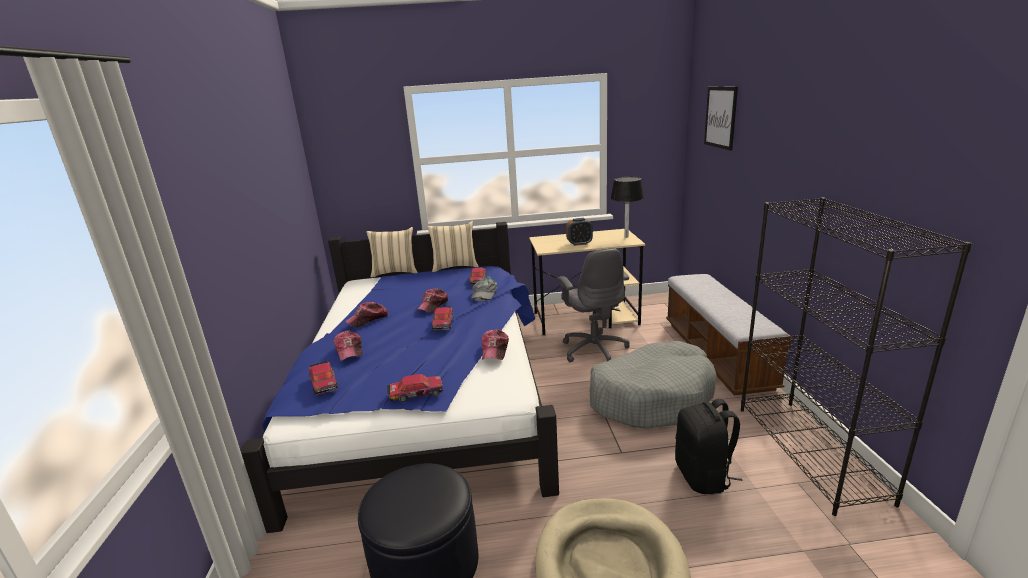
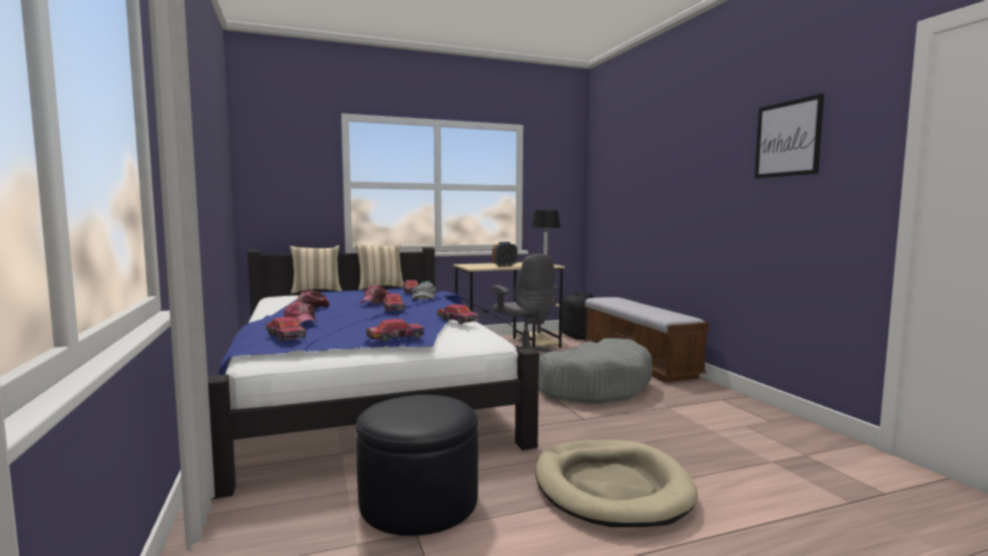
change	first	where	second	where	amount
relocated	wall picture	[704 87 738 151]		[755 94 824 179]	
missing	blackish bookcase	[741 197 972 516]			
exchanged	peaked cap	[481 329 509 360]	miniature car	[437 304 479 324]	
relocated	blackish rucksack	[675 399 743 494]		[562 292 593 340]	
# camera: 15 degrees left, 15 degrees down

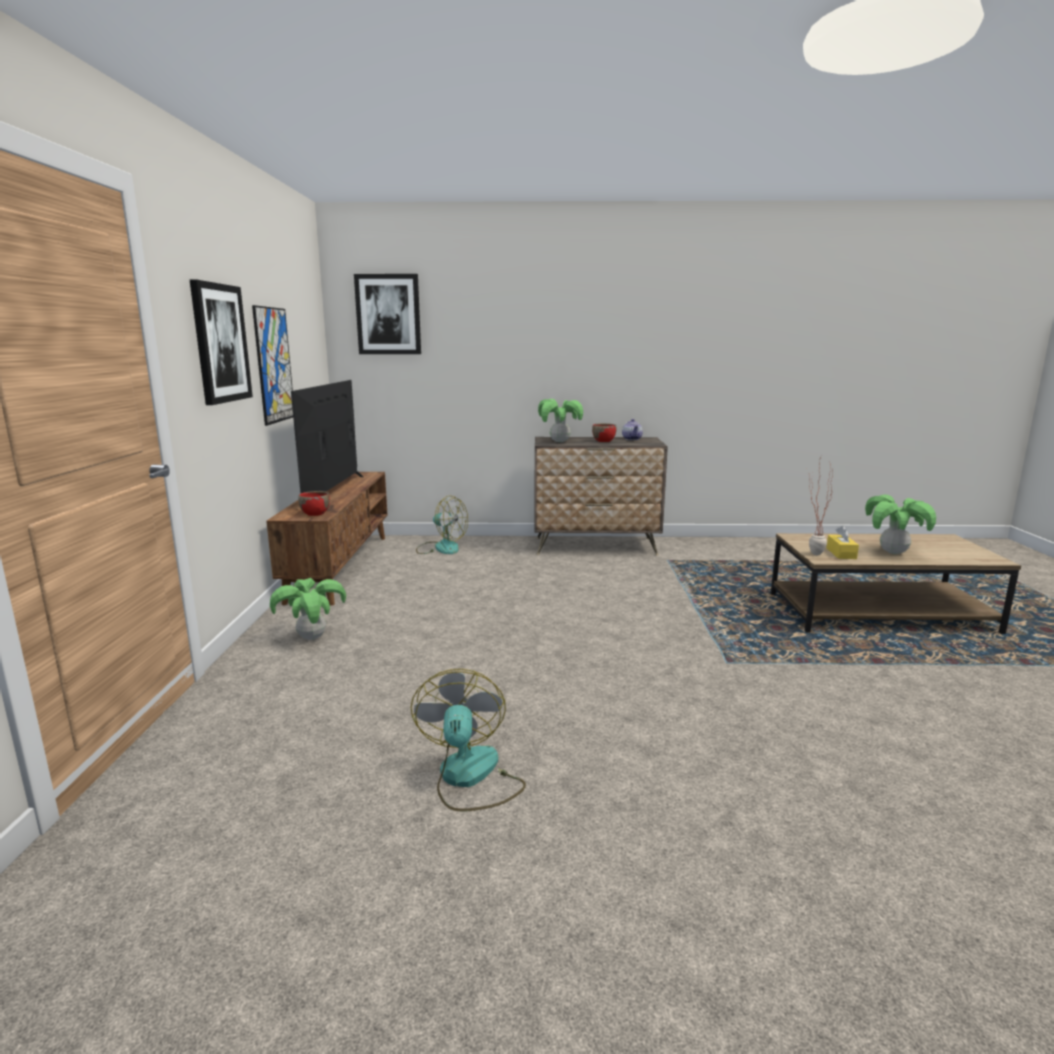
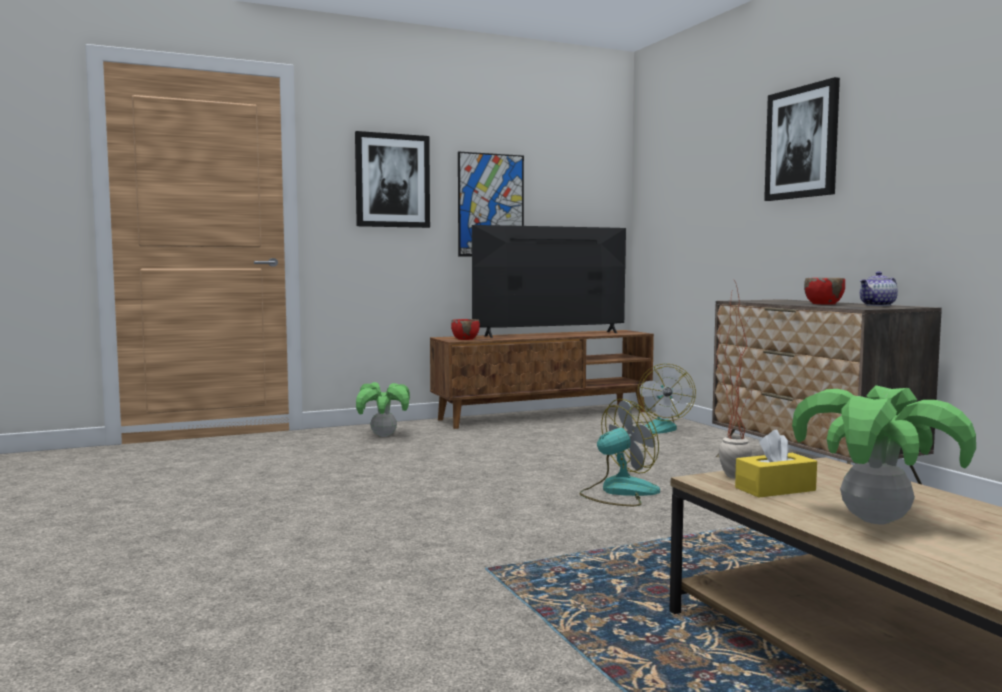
change	first	where	second	where	amount
relocated	wall picture	[354 274 421 354]		[764 77 840 201]	
missing	potted plant	[538 399 583 442]			
relocated	fan	[411 669 526 811]		[579 399 660 506]	
# camera: 65 degrees right, 10 degrees down

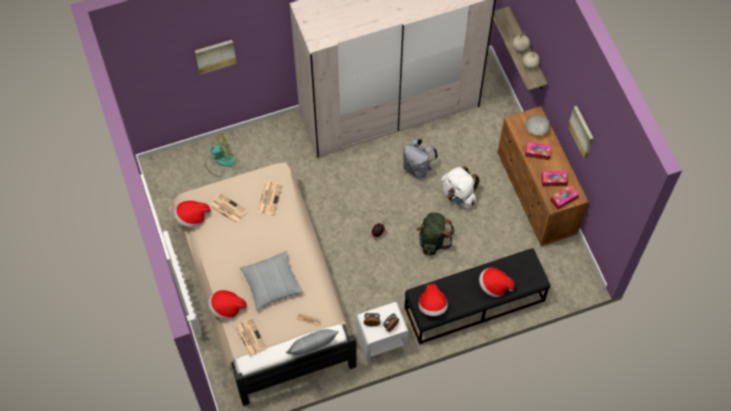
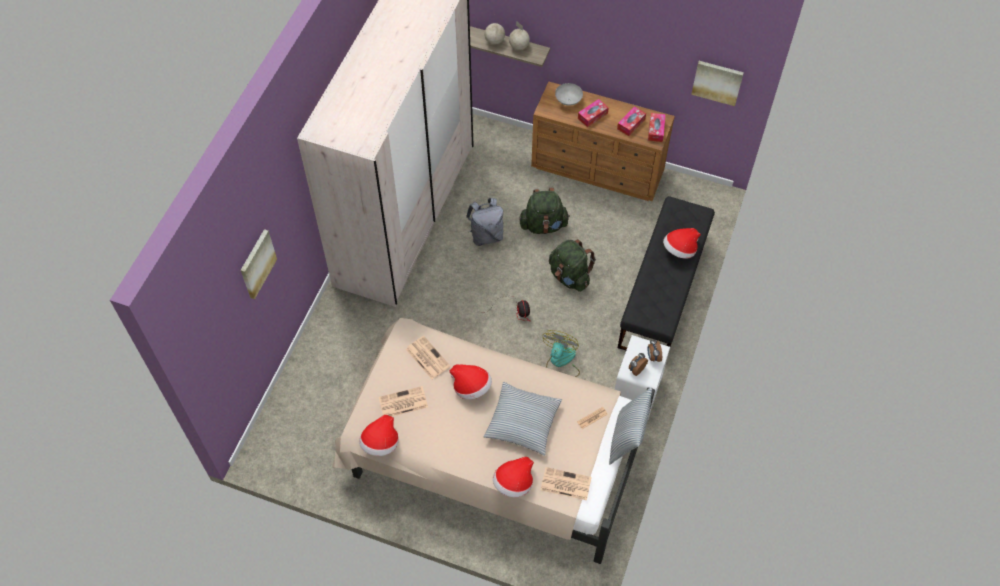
change	first	where	second	where	amount
relocated	wall picture	[568 106 593 159]		[691 61 744 106]	
relocated	fan	[205 133 236 177]		[542 330 580 377]	
colour	white-coloured rucksack	[440 166 480 209]	green-coloured rucksack	[519 188 570 234]	
relocated	hat	[419 284 448 316]		[449 364 492 399]	
# camera: 50 degrees left, 5 degrees down

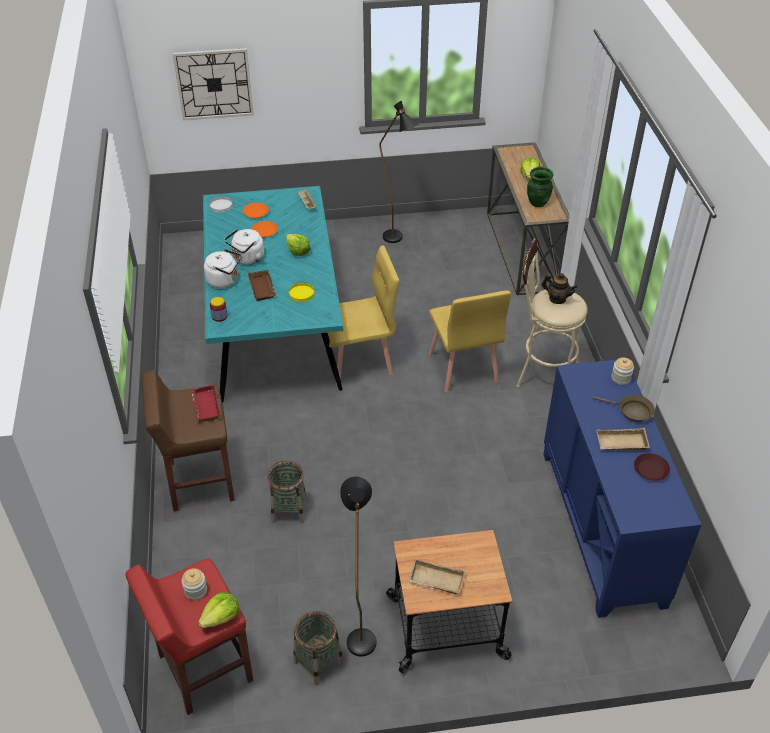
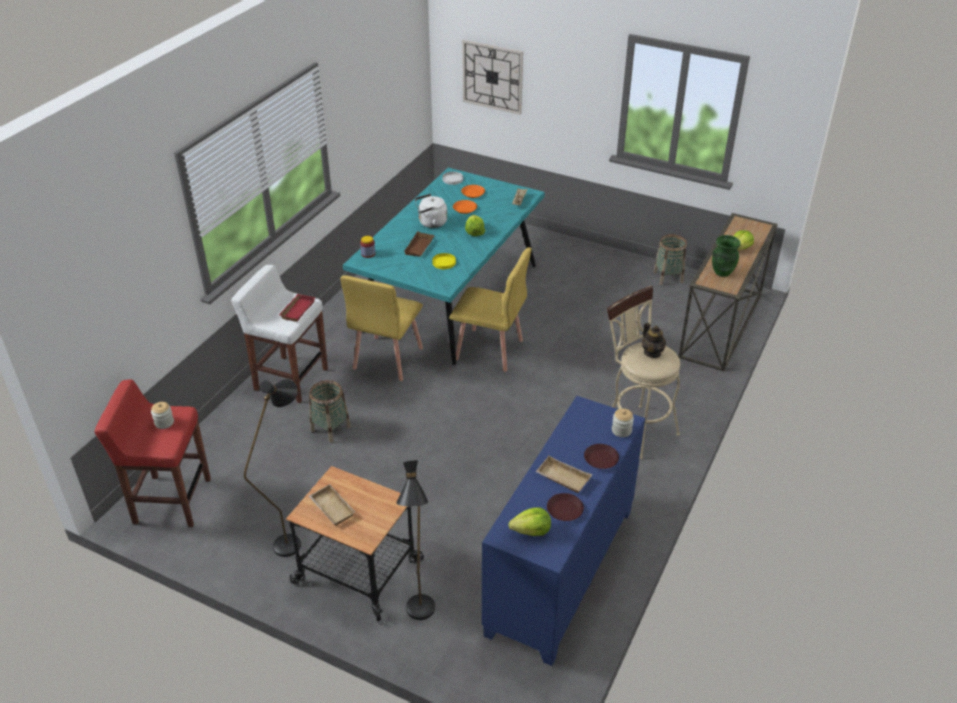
change	first	where	second	where	amount
relocated	blackish standing lamp	[379 101 419 243]		[396 460 435 620]	
missing	white-coloured tea kettle	[204 249 241 288]			
relocated	yellowish upright chair	[429 291 511 392]		[341 275 423 381]	
colour	brown-coloured sitting stool	[142 370 235 511]	white-coloured sitting stool	[231 265 328 403]	
exchanged	brown-coloured skillet	[593 395 655 422]	brown-coloured dinner plate	[584 444 619 469]	
relocated	head of lettuce	[198 592 239 628]		[508 507 551 536]	
relocated	storage basket	[293 611 344 686]		[653 234 687 285]	
# camera: 35 degrees right, 5 degrees down

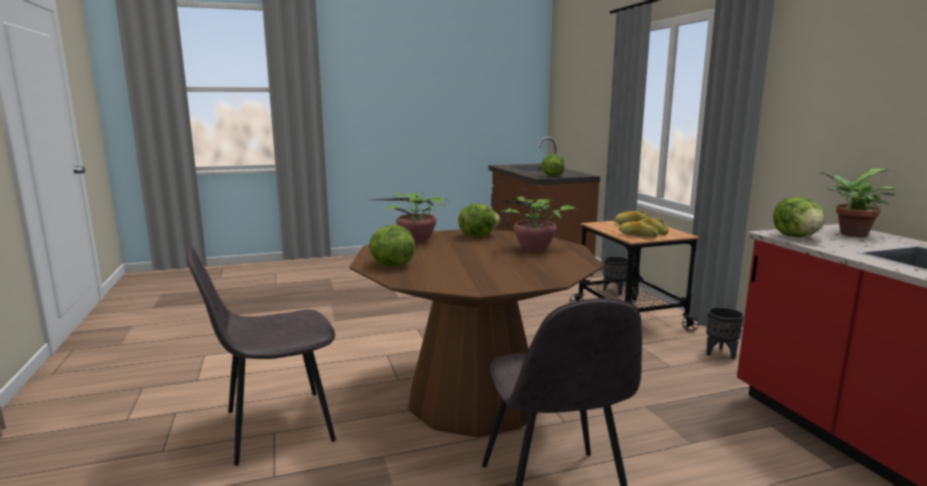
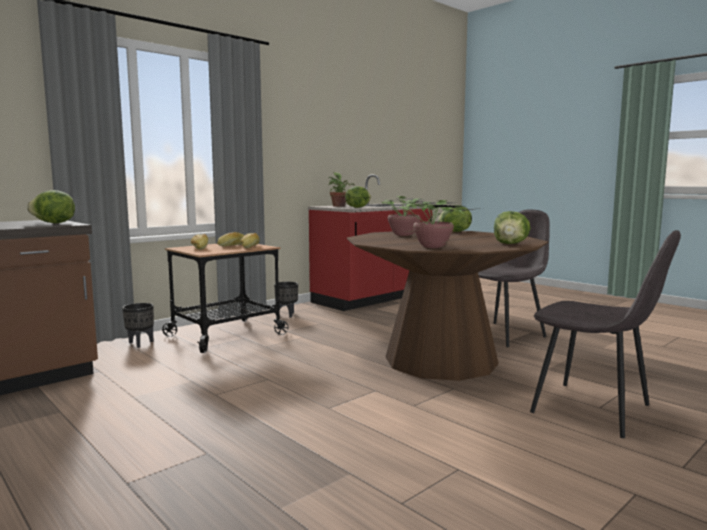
change	first	where	second	where	amount
relocated	head of lettuce	[458 204 500 237]		[439 205 472 232]	
# camera: 115 degrees left, 5 degrees down

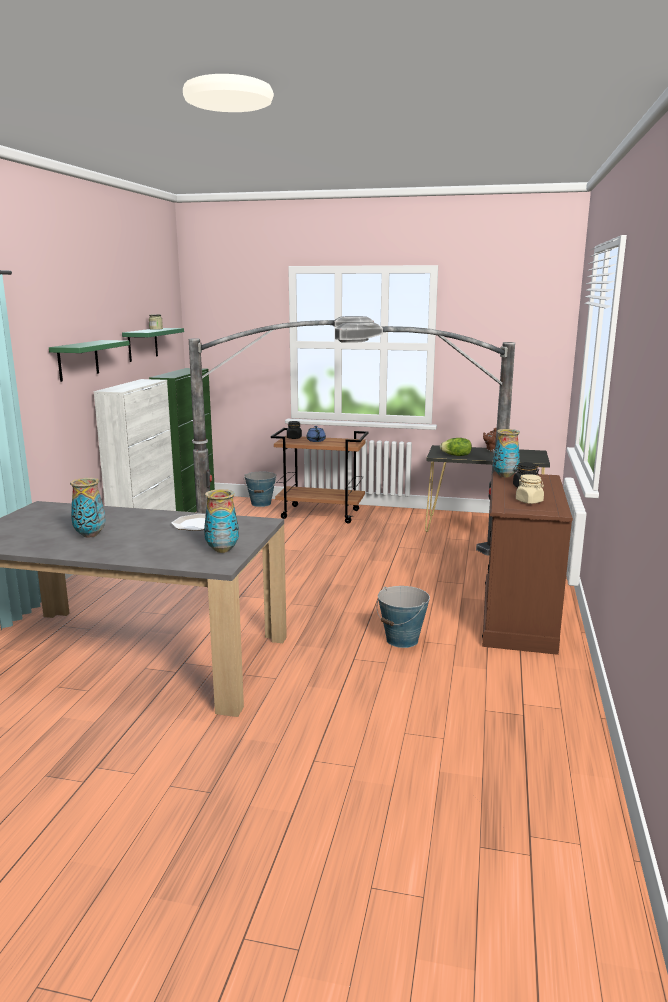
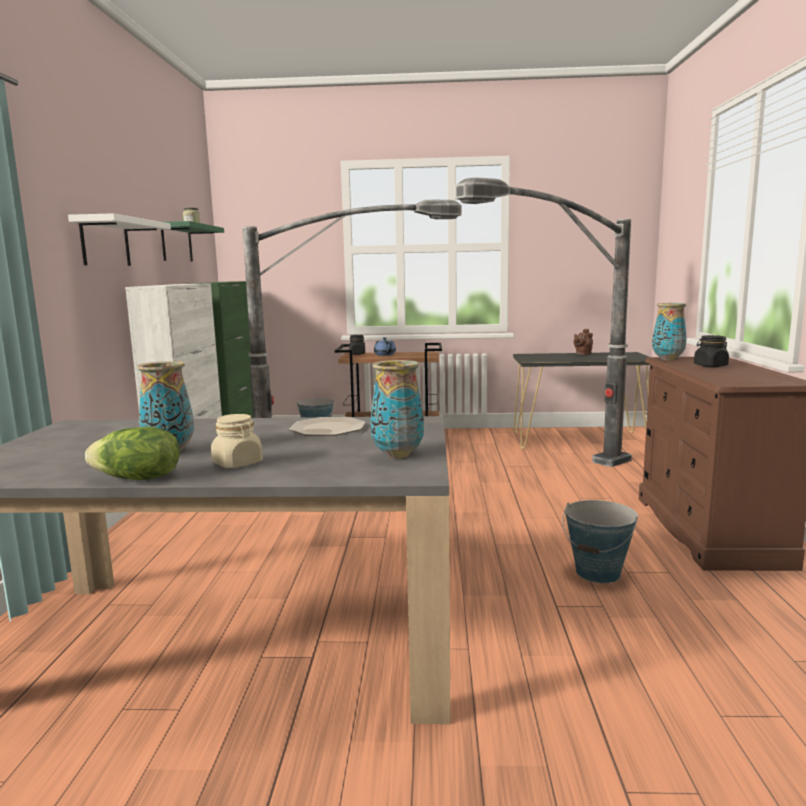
change	first	where	second	where	amount
colour	green-coloured bracket shelf	[49 340 130 382]	white-coloured bracket shelf	[68 213 171 266]	
relocated	head of lettuce	[440 438 472 456]		[85 427 180 480]	
relocated	beige preserve jar	[516 474 544 504]		[211 414 263 468]	
# camera: 10 degrees left, 5 degrees down

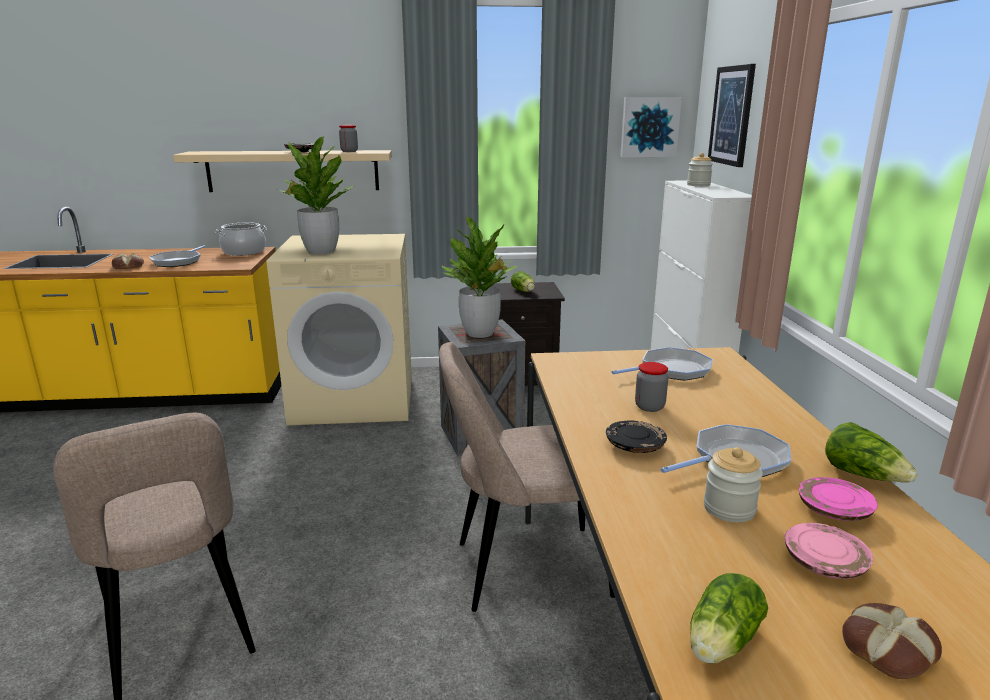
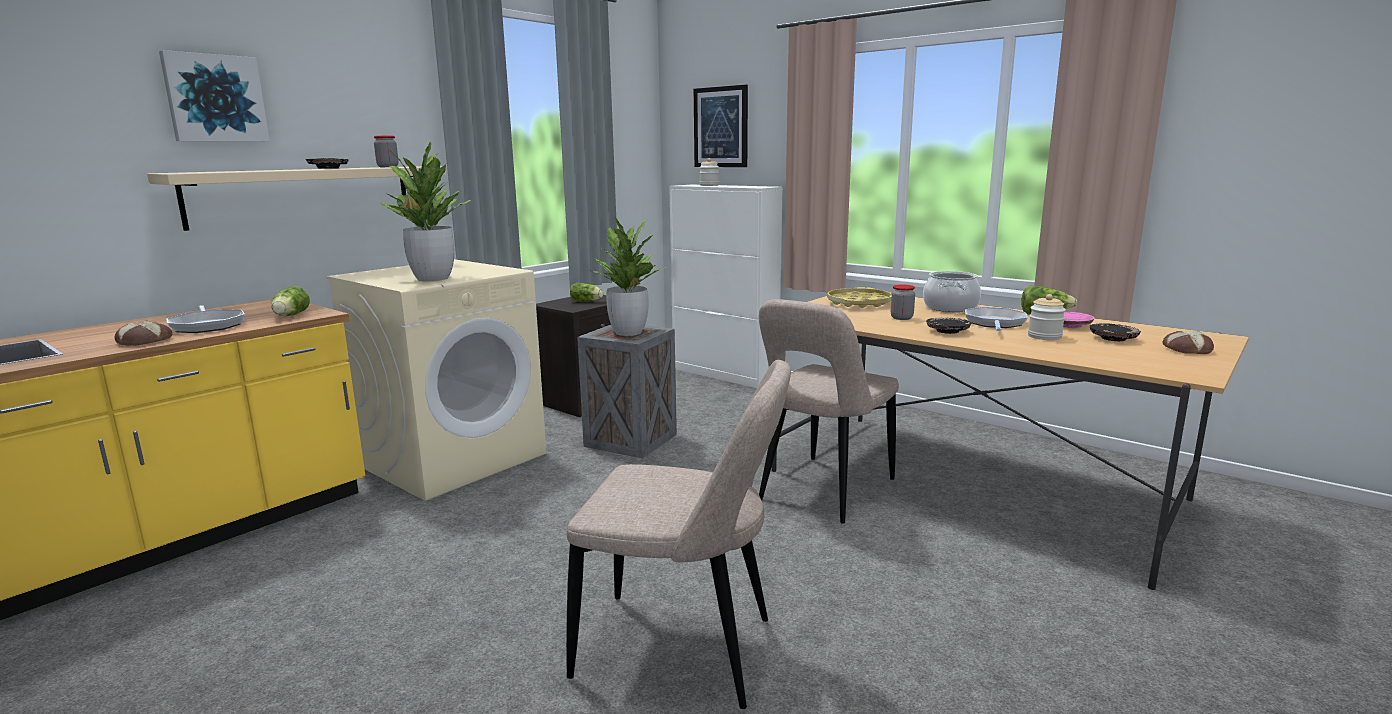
change	first	where	second	where	amount
relocated	wall picture	[620 98 682 157]		[159 50 270 141]	
relocated	stockpot	[215 222 267 256]		[923 271 981 312]	
exchanged	skillet	[612 347 713 381]	yellowish serving tray	[827 287 892 308]	
colour	pink-coloured dinner plate	[785 523 873 579]	blackish dinner plate	[1089 323 1141 341]	
relocated	head of lettuce	[690 573 768 664]		[271 286 310 316]	
# camera: 45 degrees left, 5 degrees down

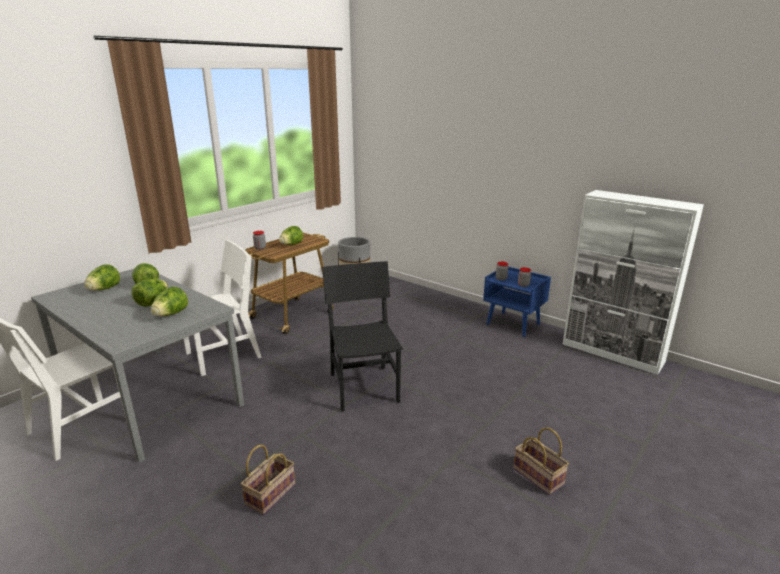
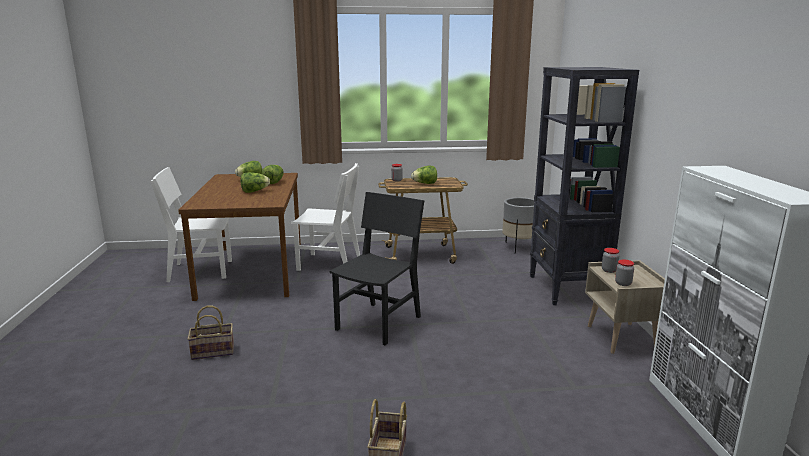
change	first	where	second	where	amount
colour	bluish nightstand	[483 266 551 337]	beige nightstand	[585 260 665 354]	
colour	greyish dinner table	[31 268 244 463]	brown-coloured dinner table	[178 173 301 301]	
missing	head of lettuce	[151 287 188 316]			
appeared			blackish bookcase	[530 67 639 305]	
# camera: 45 degrees right, 5 degrees down

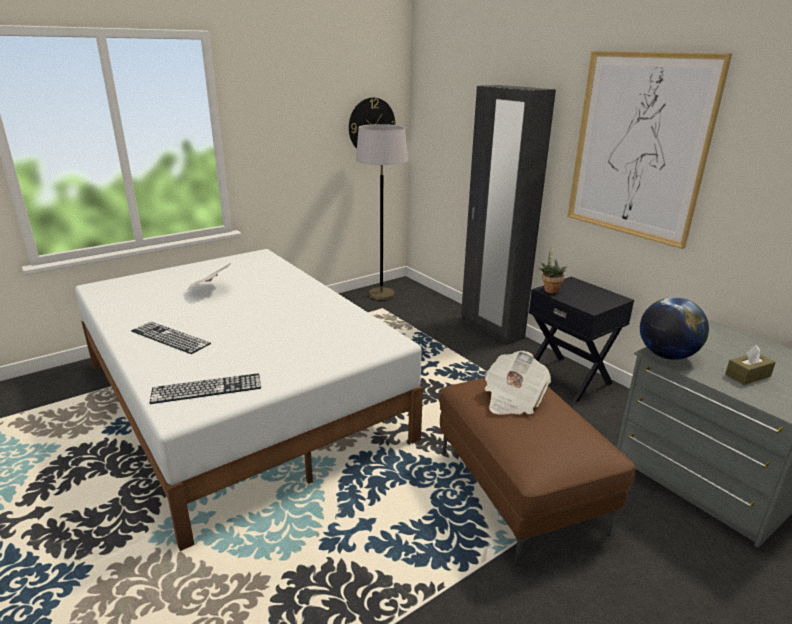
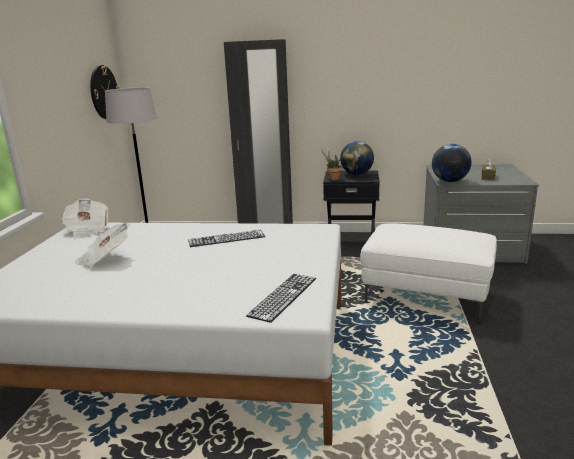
change	first	where	second	where	amount
missing	wall picture	[567 51 732 249]			
relocated	PC keyboard	[131 322 211 354]		[188 230 265 247]	
relocated	printed paper	[485 351 551 415]		[61 199 109 239]	
colour	brown-coloured footrest	[439 378 635 565]	white-coloured footrest	[360 223 497 323]	
appeared			world globe	[340 141 374 175]	
# camera: 45 degrees left, 5 degrees down

